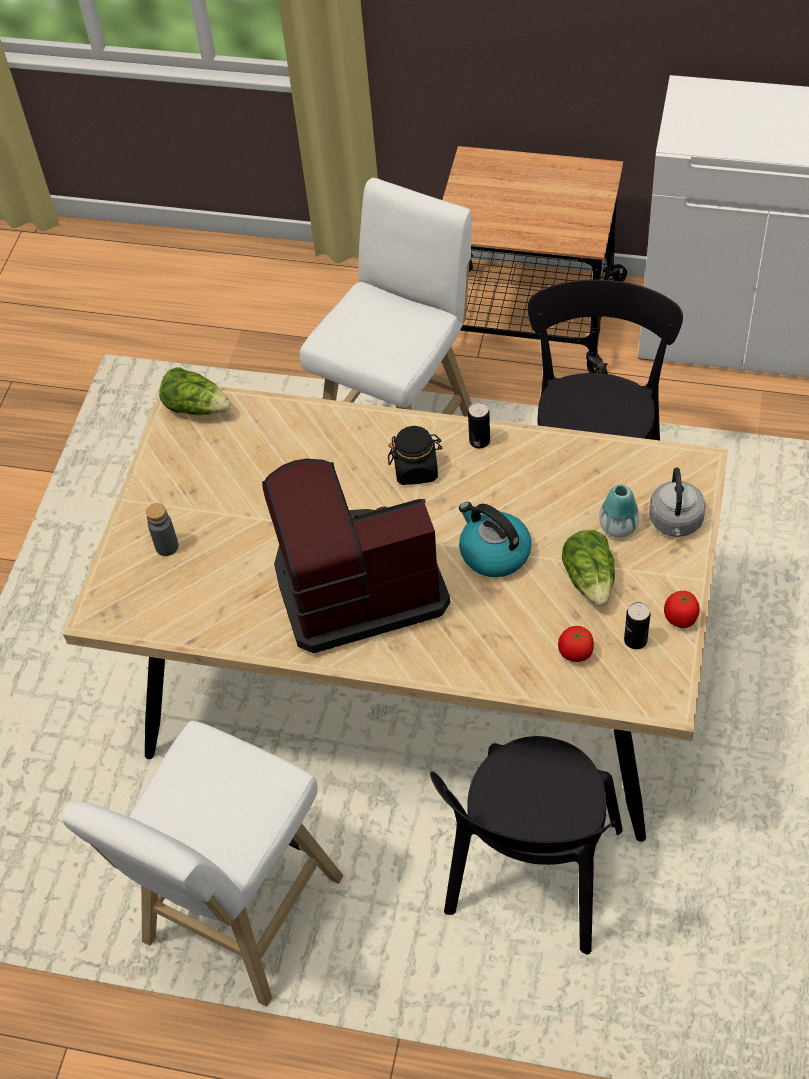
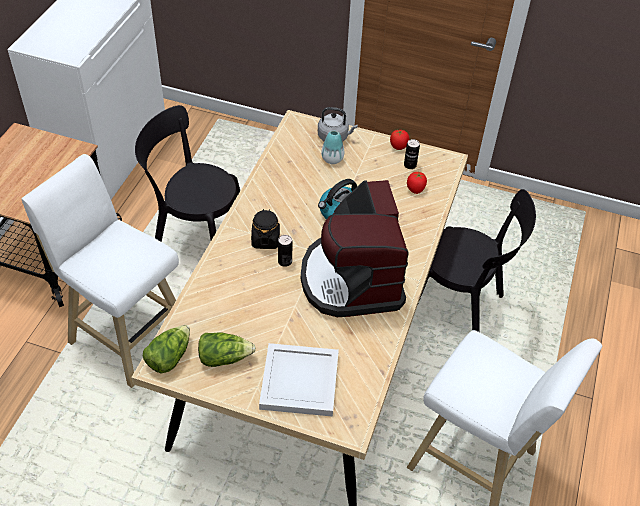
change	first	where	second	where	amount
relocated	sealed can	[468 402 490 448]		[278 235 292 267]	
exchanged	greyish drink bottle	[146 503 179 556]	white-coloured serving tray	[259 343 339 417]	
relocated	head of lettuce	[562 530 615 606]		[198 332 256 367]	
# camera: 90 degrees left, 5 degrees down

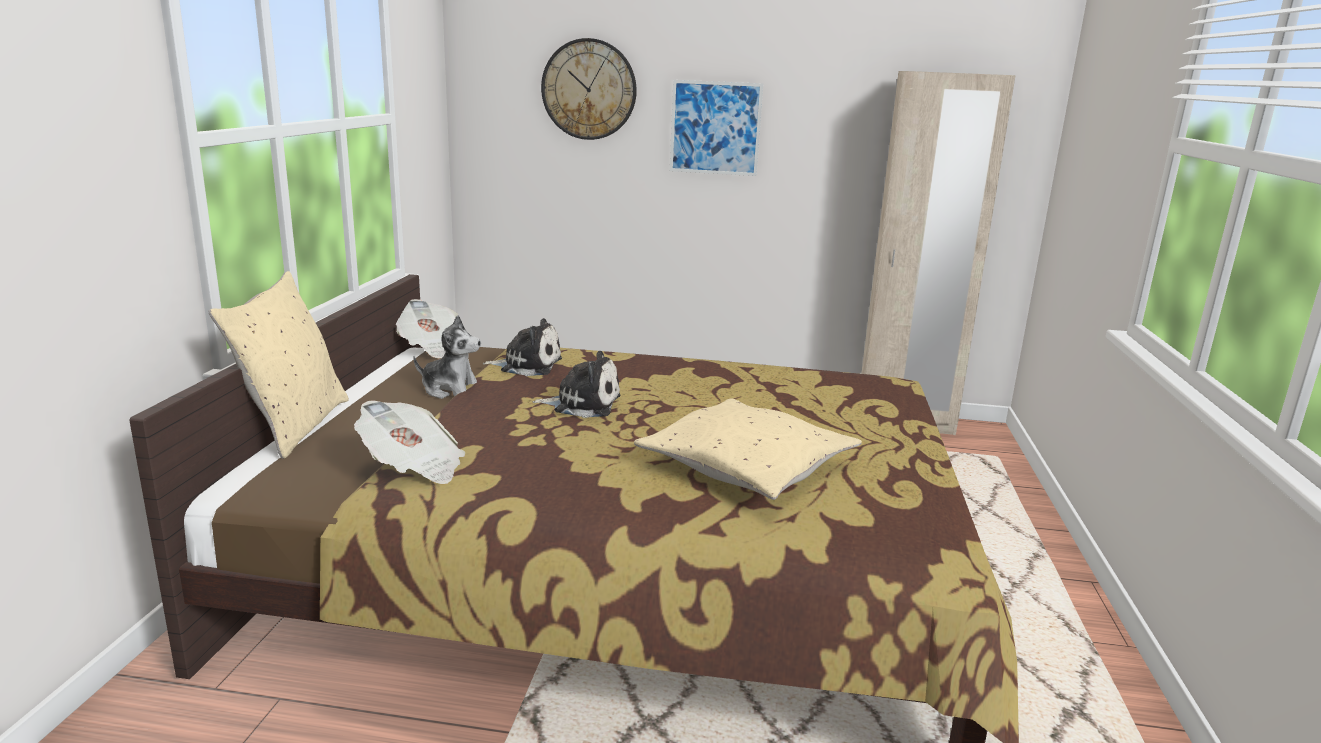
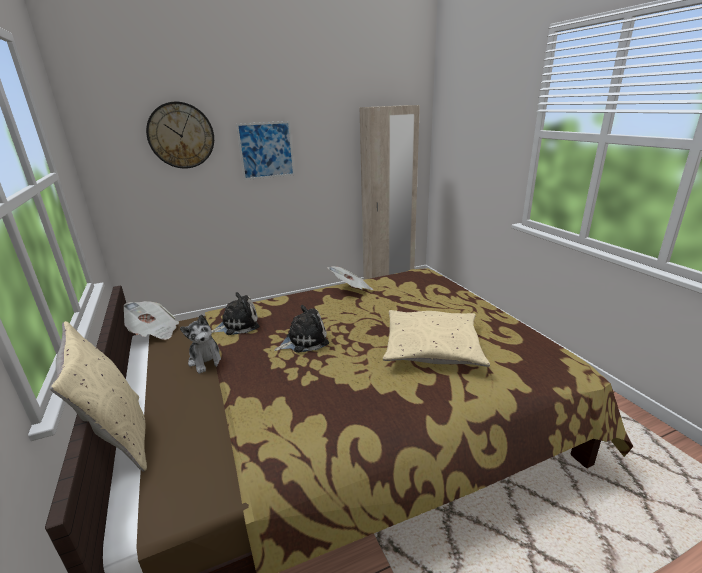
change	first	where	second	where	amount
spun	cuddly toy	[413 315 481 399]		[180 314 221 374]	75 degrees clockwise
relocated	printed paper	[354 400 465 484]		[327 266 374 290]	
# camera: 30 degrees left, 5 degrees up

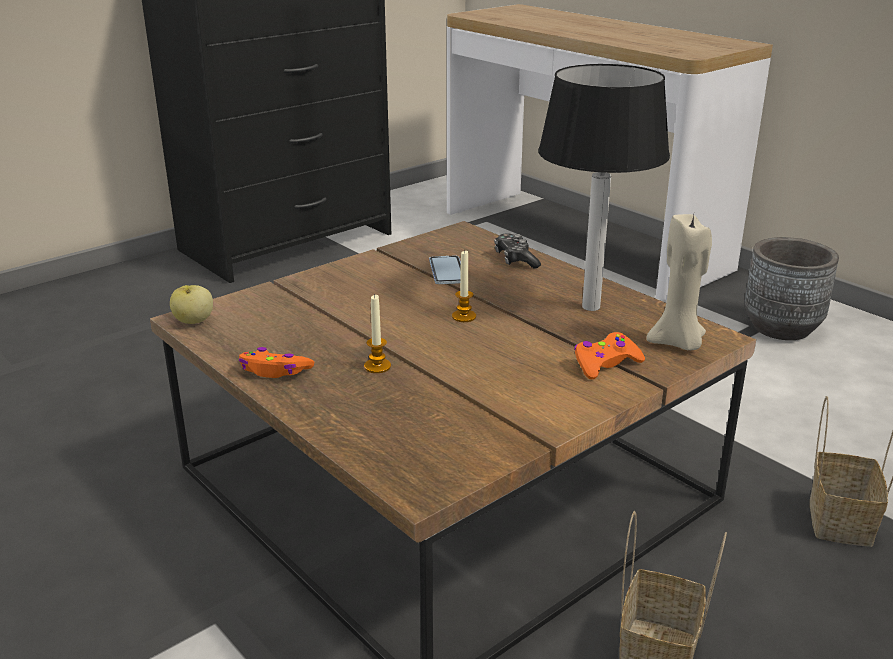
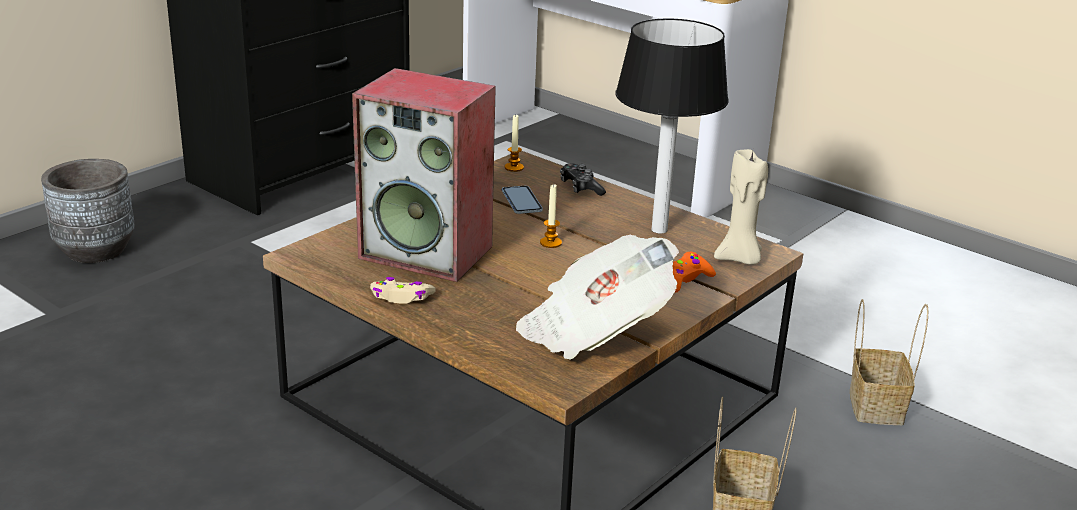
change	first	where	second	where	amount
relocated	greyish flower pot	[744 237 839 340]		[41 159 135 263]	
missing	apple fruit	[170 285 213 324]			
relocated	wax candle	[364 294 391 373]		[505 115 524 172]	
colour	orangey gamepad	[238 347 314 378]	beige gamepad	[370 277 436 303]	
appeared			speaker	[352 68 496 282]	
appeared			printed paper	[516 234 679 360]	
# camera: 10 degrees left, 0 degrees up

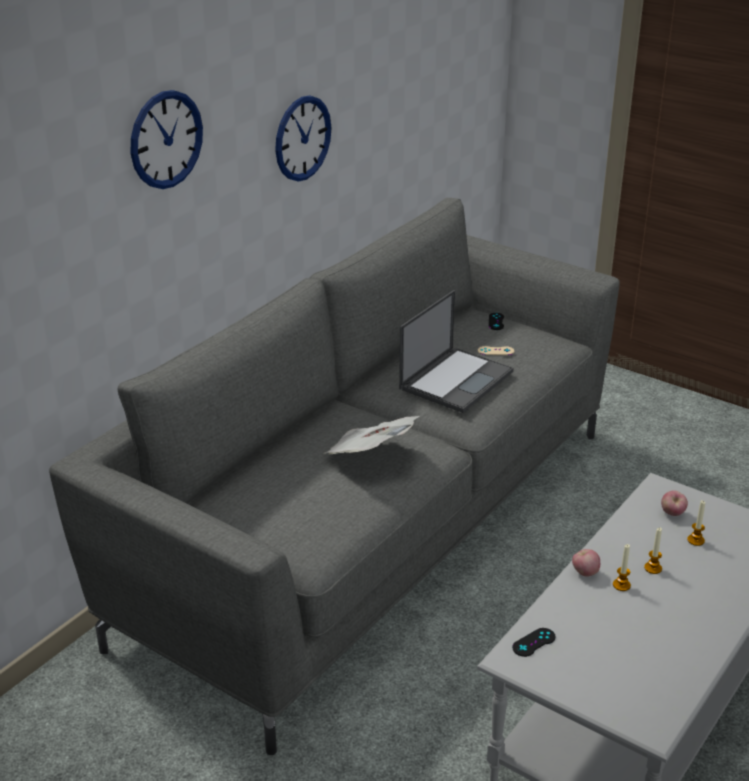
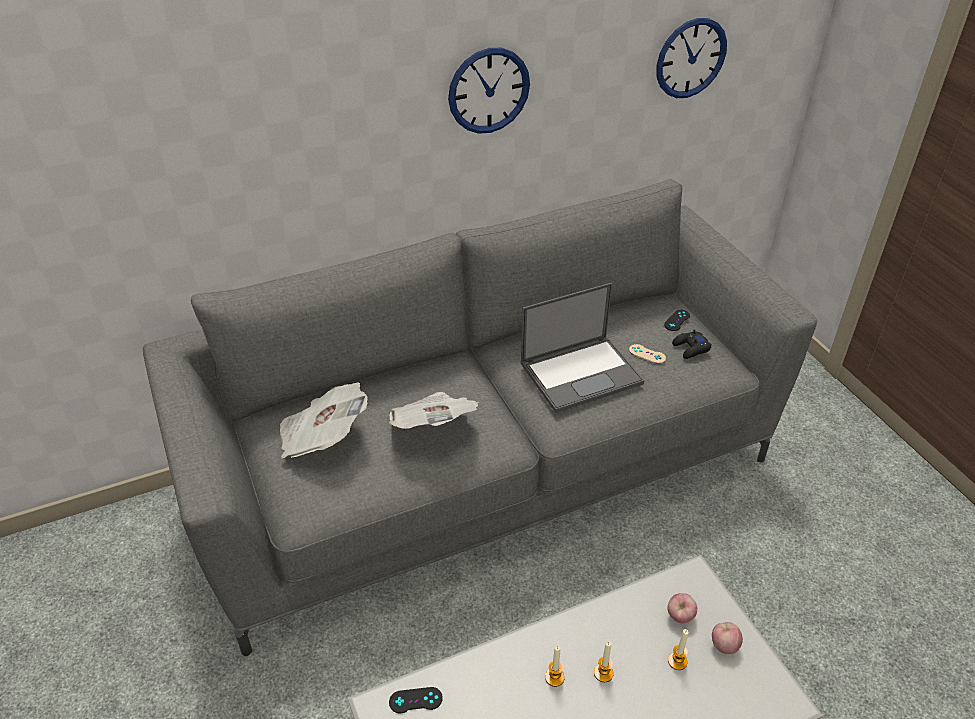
change	first	where	second	where	amount
relocated	clock on the wall	[131 90 203 189]		[657 18 727 98]	
relocated	apple fruit	[572 549 600 577]		[712 622 743 654]	
appeared			blackish gamepad	[672 329 712 359]	
appeared			printed paper	[280 382 368 458]	
# camera: 30 degrees right, 10 degrees up

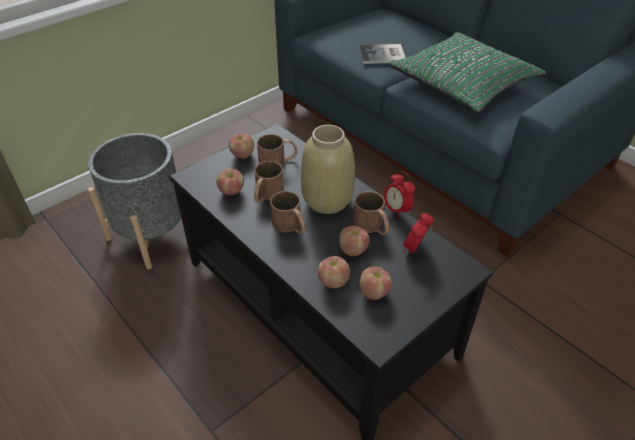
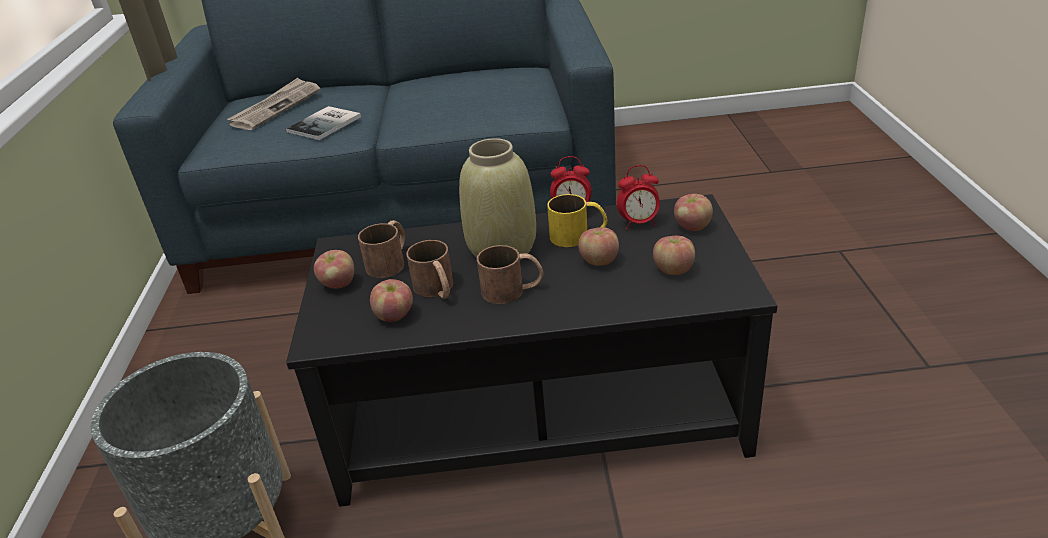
change	first	where	second	where	amount
missing	green-coloured throw pillow	[388 32 546 112]			
colour	brown-coloured mug	[354 191 389 235]	yellowish mug	[547 194 607 247]	
spun	table clock	[402 213 434 254]		[617 165 660 229]	75 degrees counterclockwise
relocated	apple fruit	[318 256 350 288]		[674 194 713 231]	
appeared			printed paper	[227 78 321 130]	
# camera: 50 degrees left, 10 degrees down

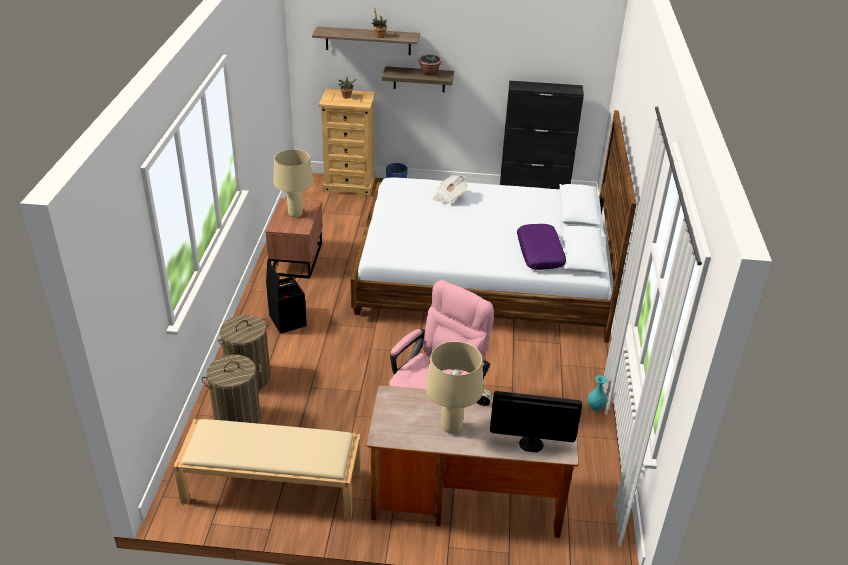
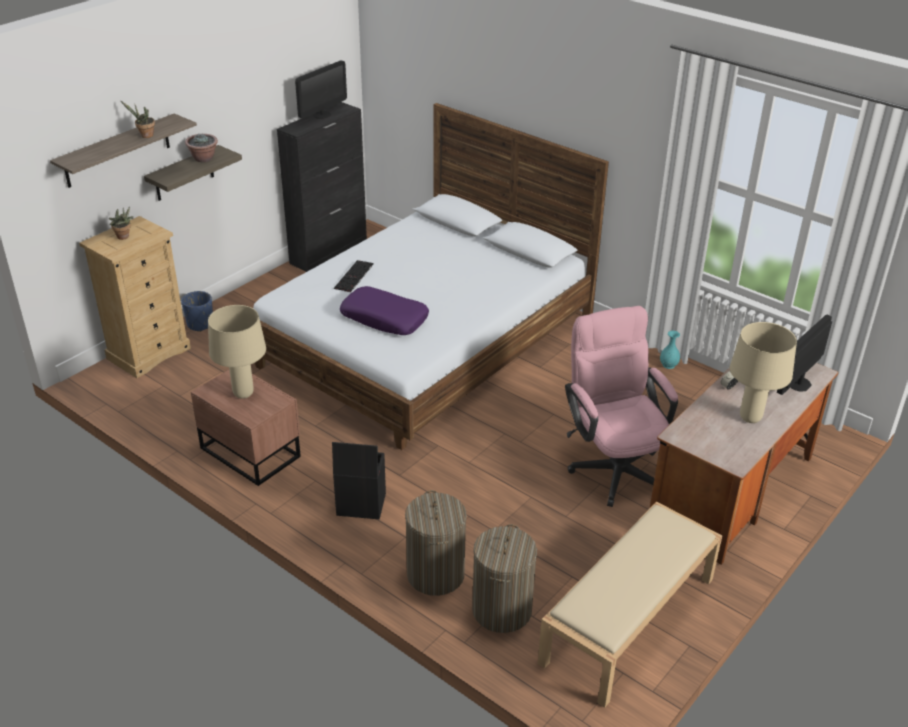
change	first	where	second	where	amount
exchanged	printed paper	[433 175 468 204]	PC keyboard	[334 260 373 292]	
relocated	purple-coloured throw pillow	[517 224 566 270]		[340 286 429 335]	
appeared			computer screen	[295 60 347 119]	
# camera: 55 degrees left, 0 degrees up

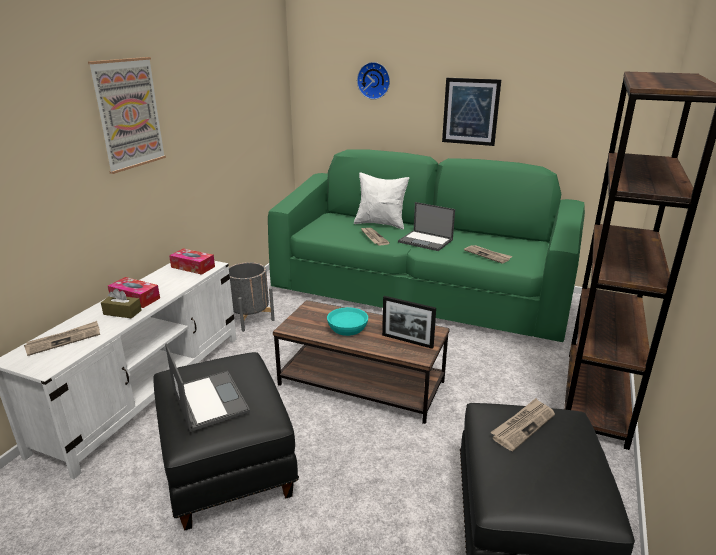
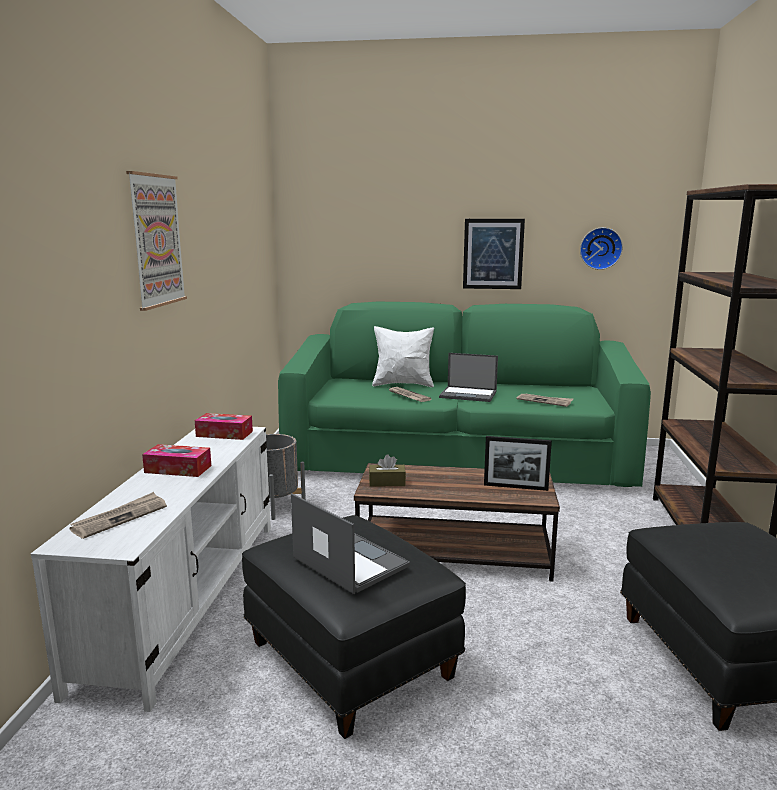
change	first	where	second	where	amount
relocated	clock on the wall	[357 62 390 100]		[580 227 623 270]	
relocated	brown-coloured tissue holder	[101 288 142 318]		[369 454 406 487]	
missing	turquoise-coloured serving bowl	[327 307 368 336]			
missing	printed paper	[490 398 555 451]			
# camera: 15 degrees left, 10 degrees down

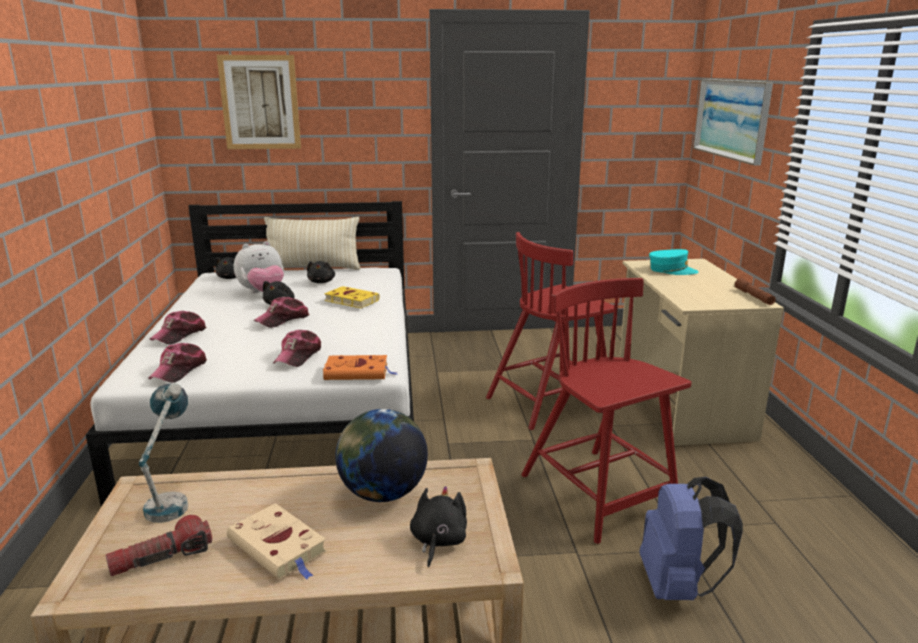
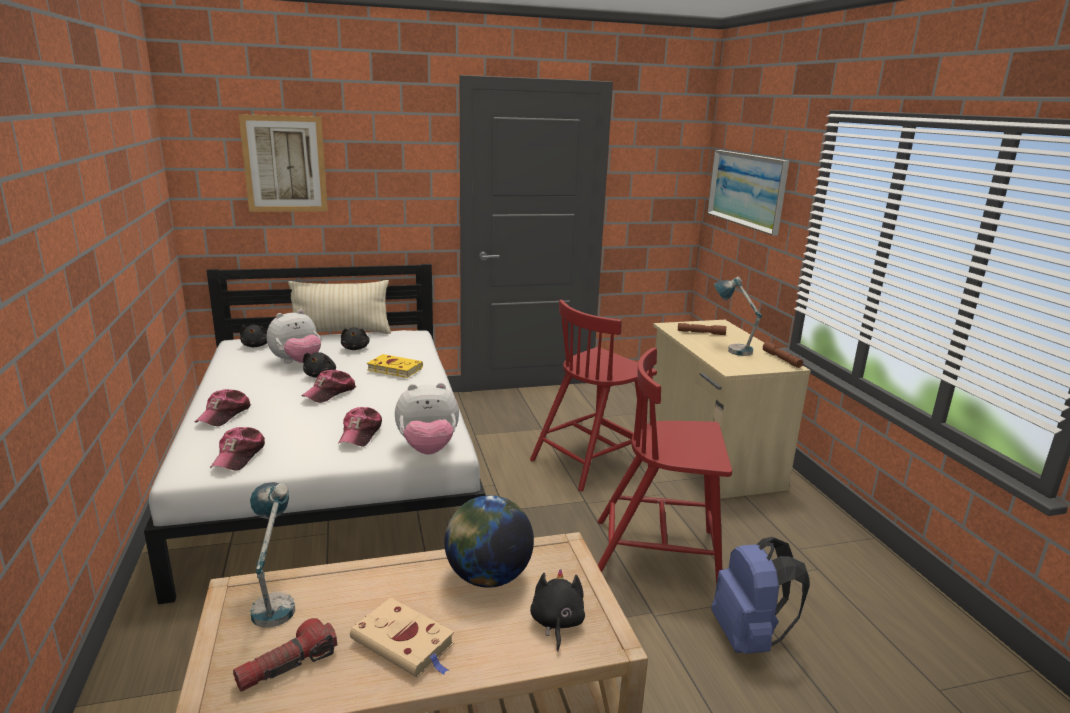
change	first	where	second	where	amount
exchanged	turquoise-coloured peaked cap	[649 249 698 275]	brown-coloured flashlight	[678 323 727 335]	
spun	red-coloured upright chair	[521 278 691 544]		[598 348 732 585]	45 degrees counterclockwise
exchanged	orangey volume	[323 355 398 380]	cuddly toy	[395 383 459 455]	
appeared			tabletop lamp	[714 277 762 356]	
# camera: 10 degrees left, 0 degrees up

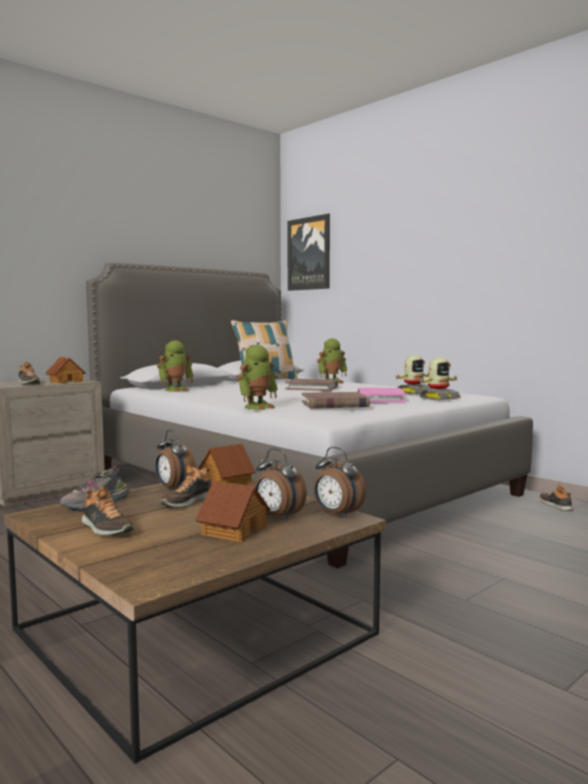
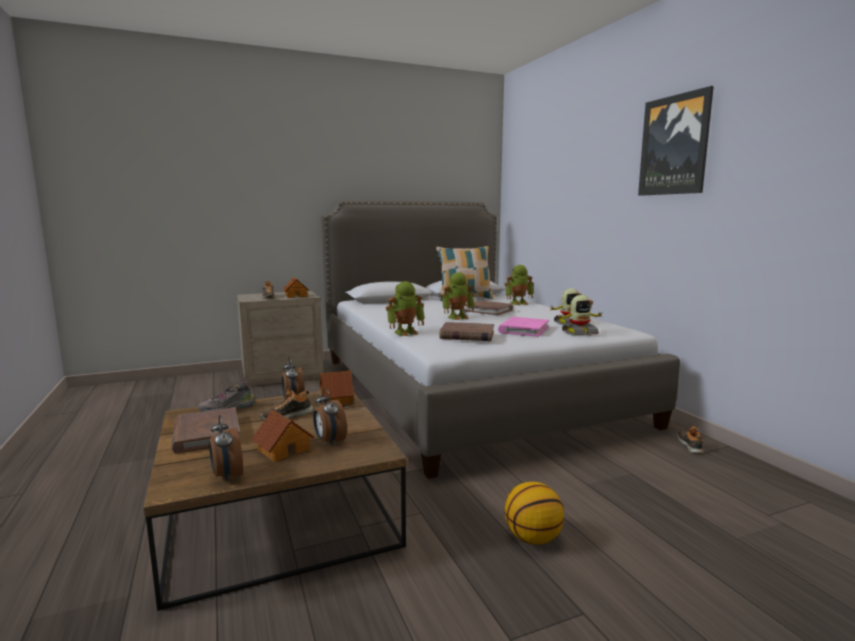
change	first	where	second	where	amount
relocated	wall picture	[288 214 330 291]		[638 86 714 196]	
relocated	robot figure	[157 340 193 392]		[441 272 475 320]	
relocated	table clock	[314 447 366 518]		[209 414 243 482]	
exchanged	item of footwear	[82 487 134 535]	brown-coloured volume	[171 407 241 454]	
appeared			basketball ball	[505 482 564 545]	
# camera: 20 degrees right, 5 degrees up

